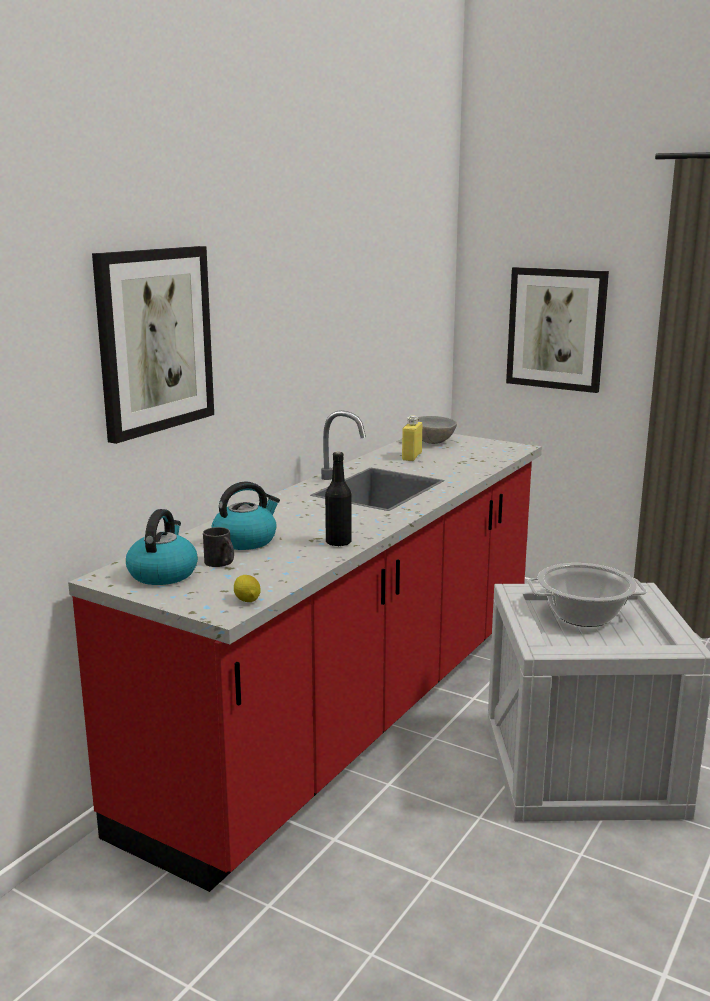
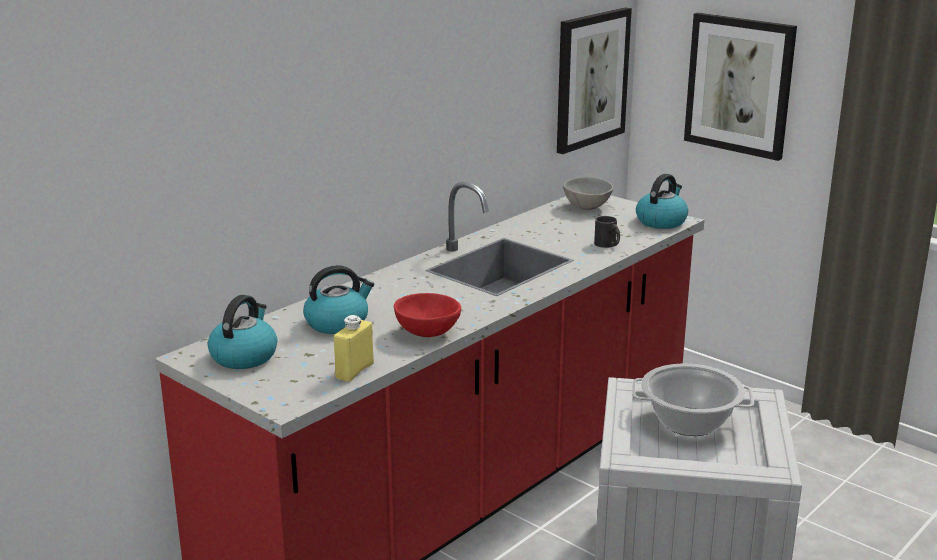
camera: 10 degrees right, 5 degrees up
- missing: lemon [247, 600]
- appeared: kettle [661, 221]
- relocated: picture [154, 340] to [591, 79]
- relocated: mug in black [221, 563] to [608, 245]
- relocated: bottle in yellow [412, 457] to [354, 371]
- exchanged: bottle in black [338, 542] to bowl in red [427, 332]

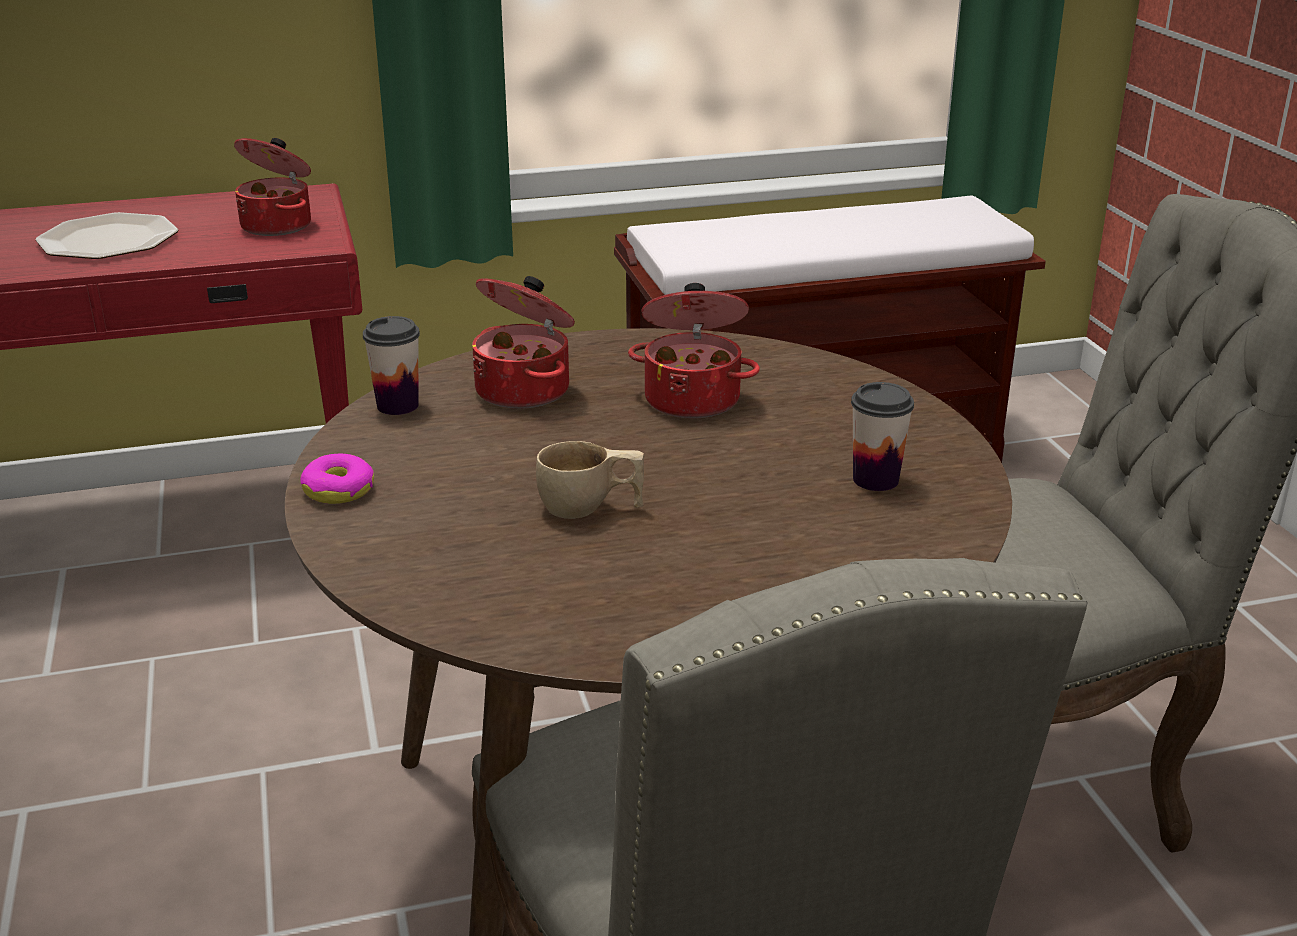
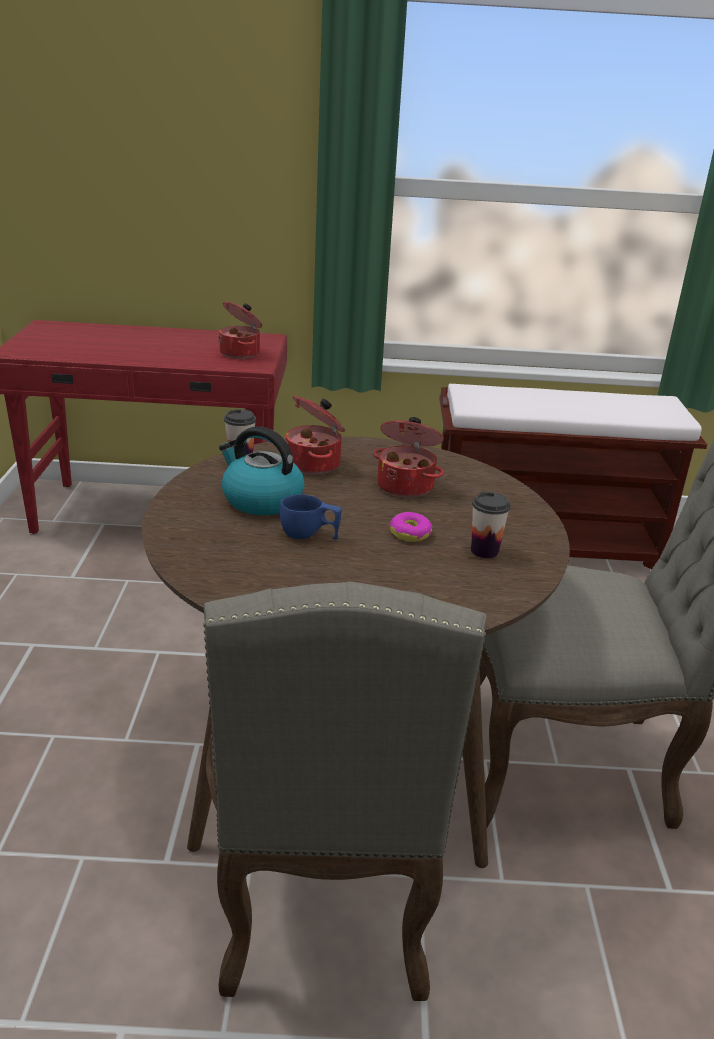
camera: 15 degrees right, 0 degrees up
- missing: plate [109, 239]
- appeared: kettle [261, 500]
- relocated: donut [339, 490] to [410, 533]
- colour: cup in beige [590, 508] to cup in blue [309, 535]

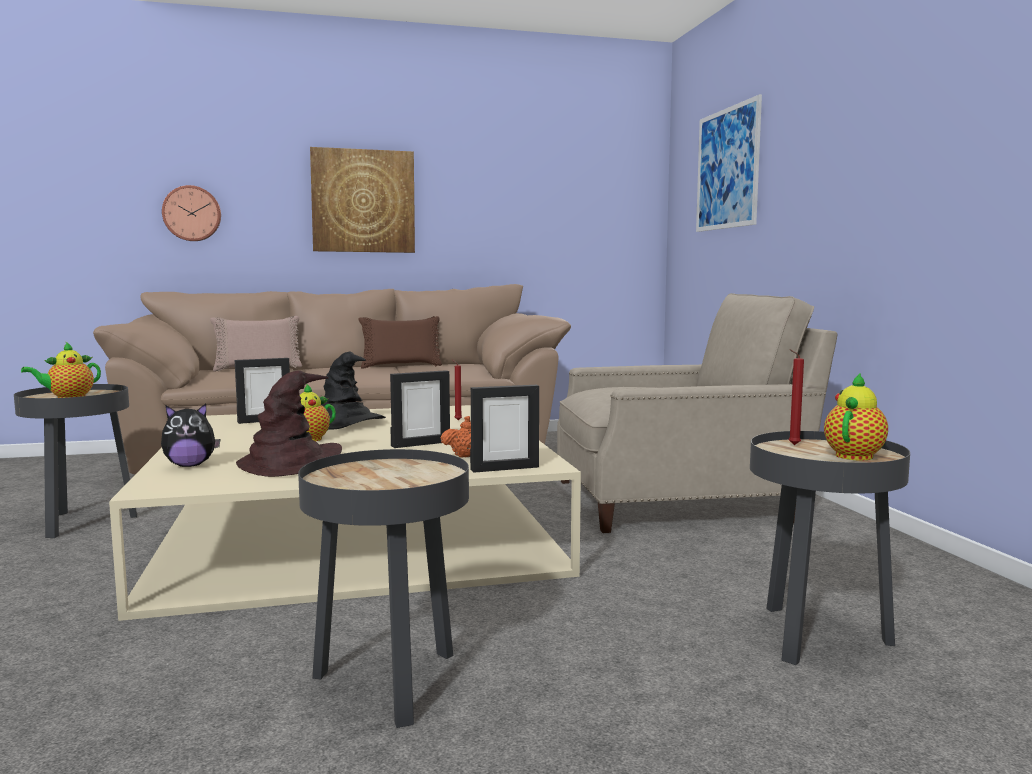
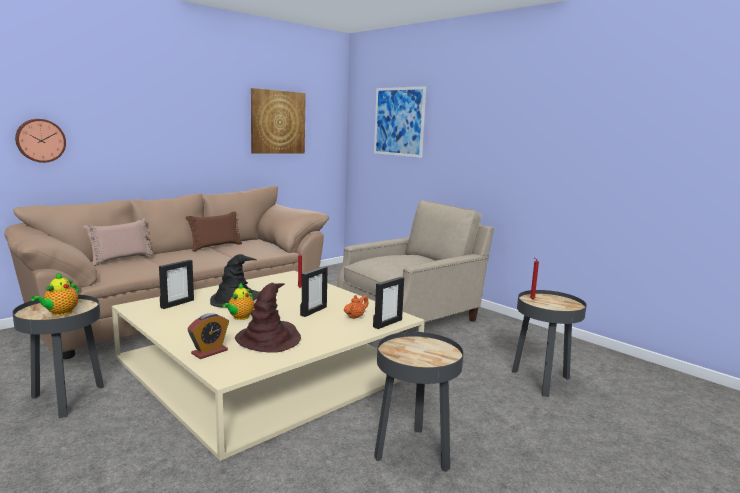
camera: 30 degrees left, 5 degrees up
- missing: teapot [855, 455]
- relocated: picture [363, 201] to [277, 122]
- exchanged: plush toy [190, 465] to alarm clock [209, 352]

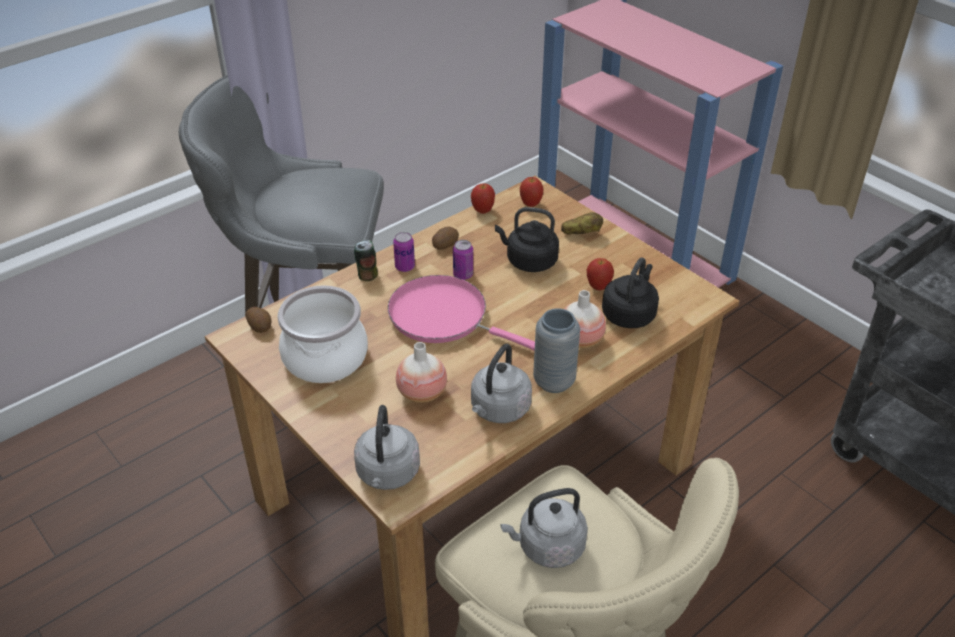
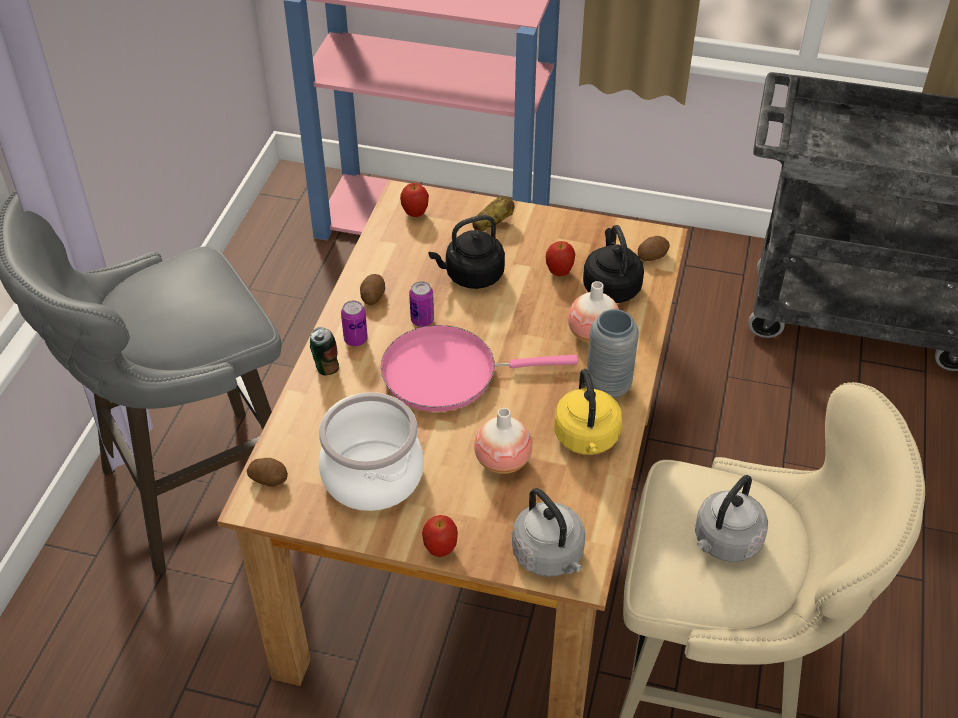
camera: 35 degrees left, 5 degrees up
- appeared: potato [651, 256]
- relocated: apple [482, 211] to [440, 549]
- colour: kettle in grey [498, 410] to kettle in yellow [587, 439]

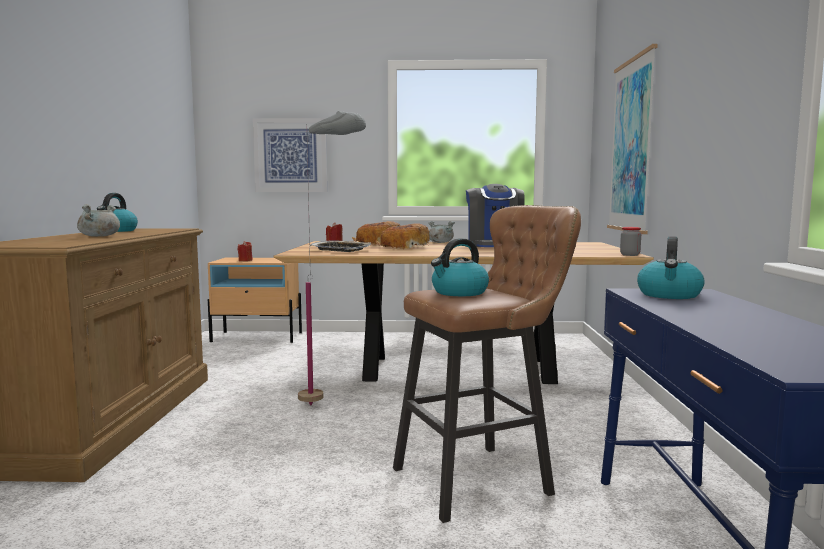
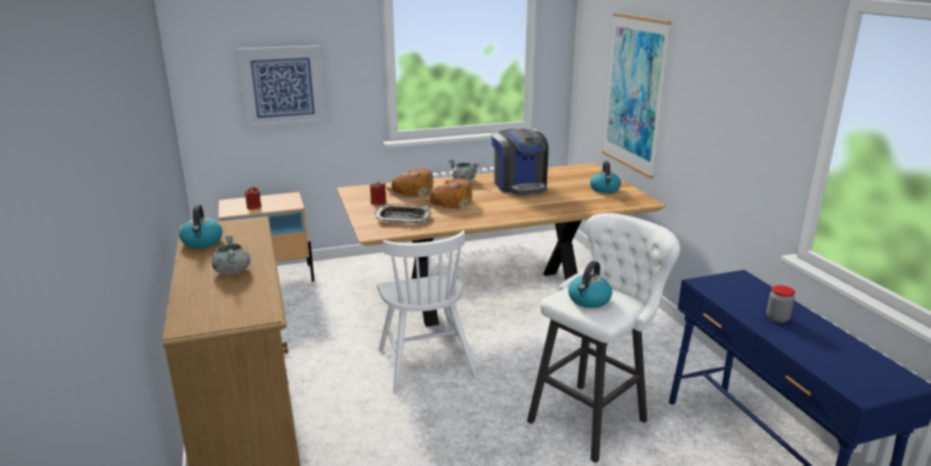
camera: 20 degrees left, 15 degrees up
- relocated: jar [630, 255] to [777, 318]
- relocated: kettle [669, 295] to [605, 189]
- exchanged: floor lamp in grey [333, 403] to chair in white [425, 360]
- colour: stool in brown [487, 477] to stool in white [595, 414]

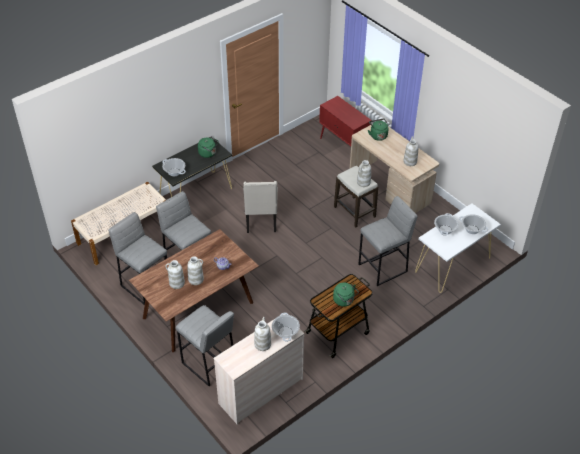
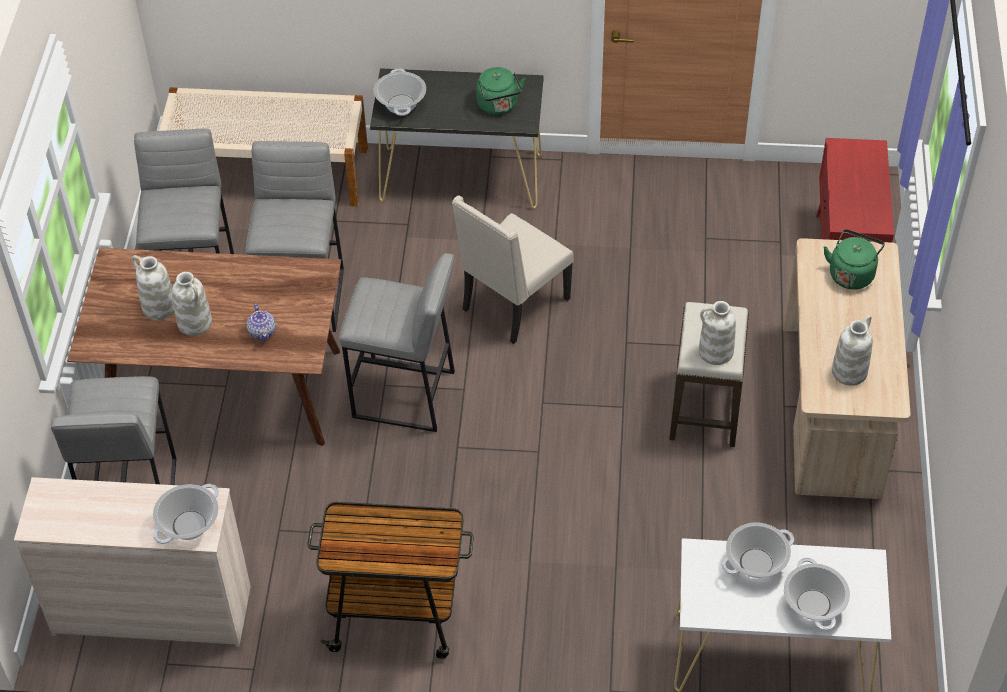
camera: 45 degrees right, 5 degrees up
- missing: vase in white [262, 344]
- missing: kettle in green [344, 301]
- relocated: stool in grey [383, 267] to [405, 395]

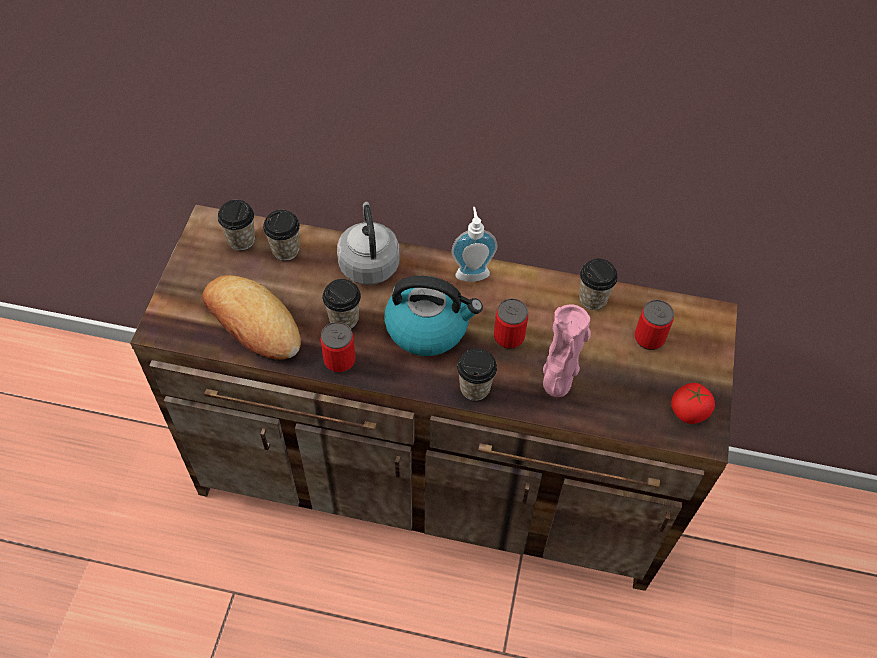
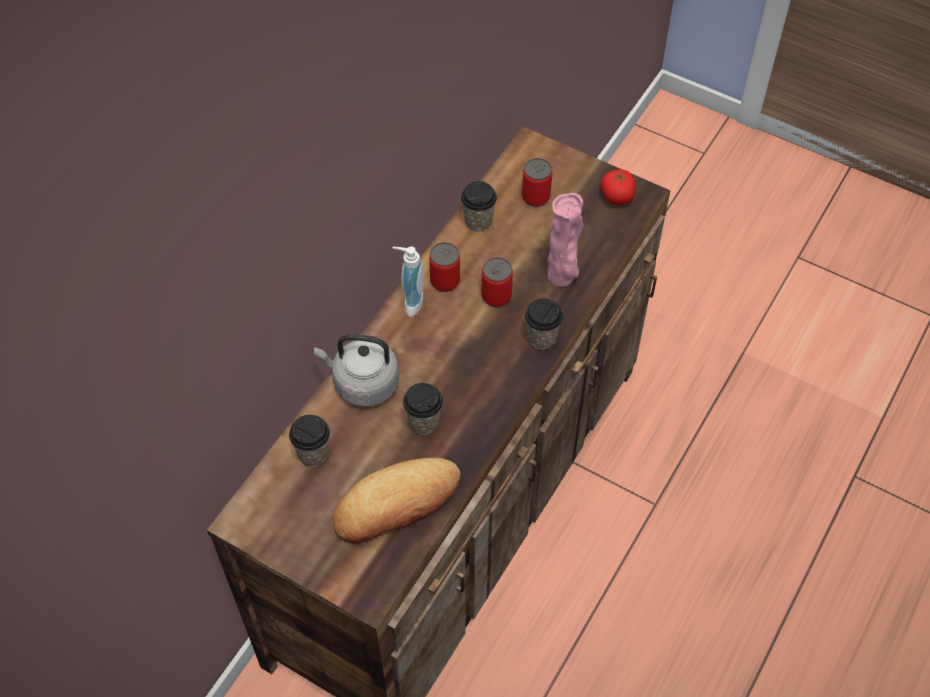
camera: 70 degrees left, 0 degrees up
- missing: cup [241, 240]
- missing: kettle [428, 327]
- relocated: can [339, 360] to [445, 281]

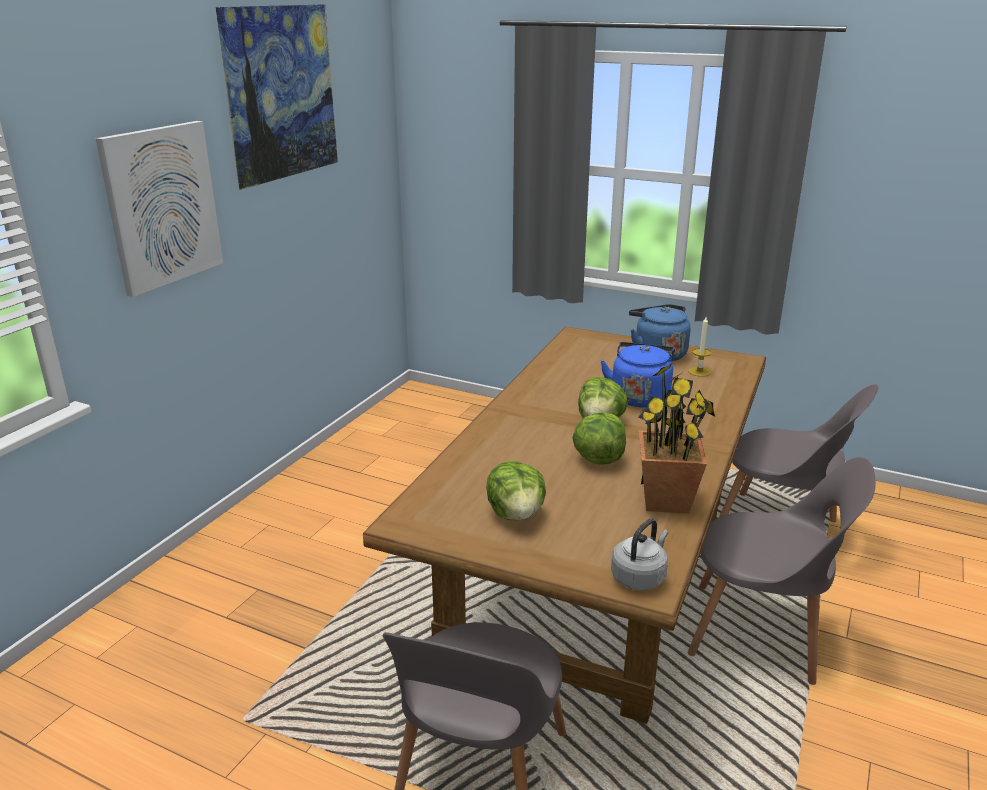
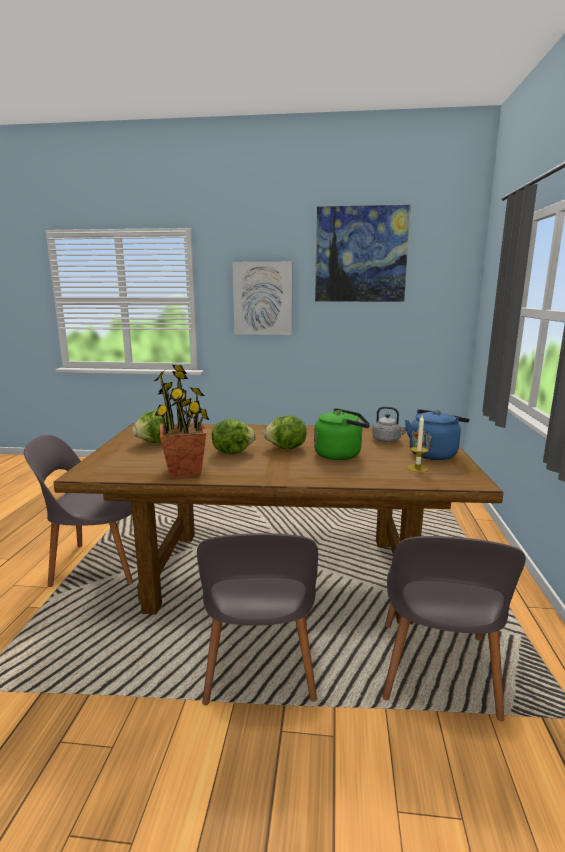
camera: 70 degrees right, 10 degrees down
- relocated: kettle in grey [639, 577] to [388, 440]
- colour: kettle in blue [639, 396] to kettle in green [340, 454]

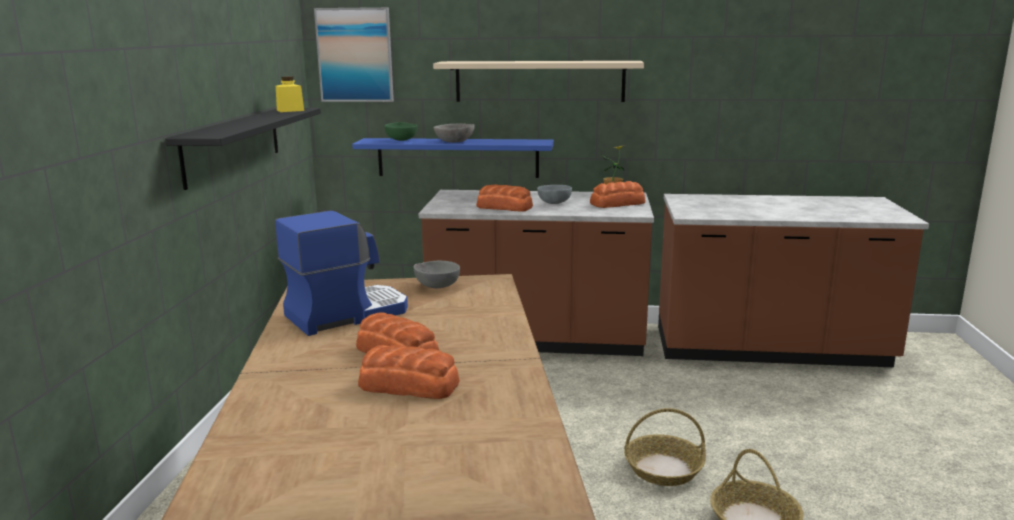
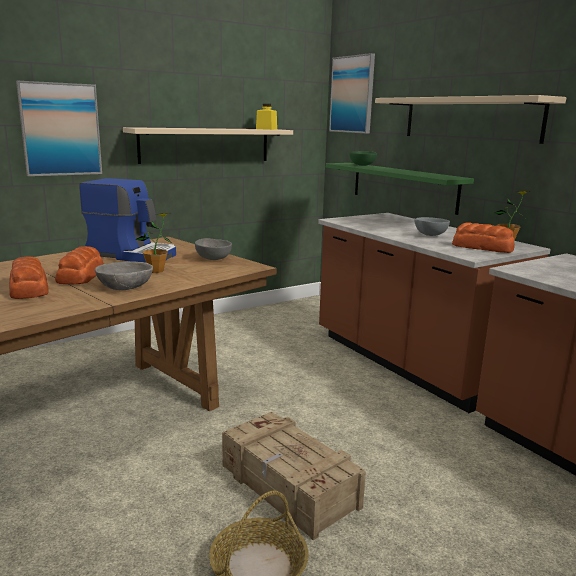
camera: 50 degrees right, 0 degrees up
- missing: bread [504, 207]
- appeared: picture [60, 129]
- appeared: potted plant [156, 271]
- relocated: bowl in grey [455, 141] to [125, 287]
- exchanged: basket [664, 469] to crate [288, 487]
- colour: shelf in black [233, 144] to shelf in beige [205, 145]
- colour: shelf in blue [457, 157] to shelf in green [403, 186]

